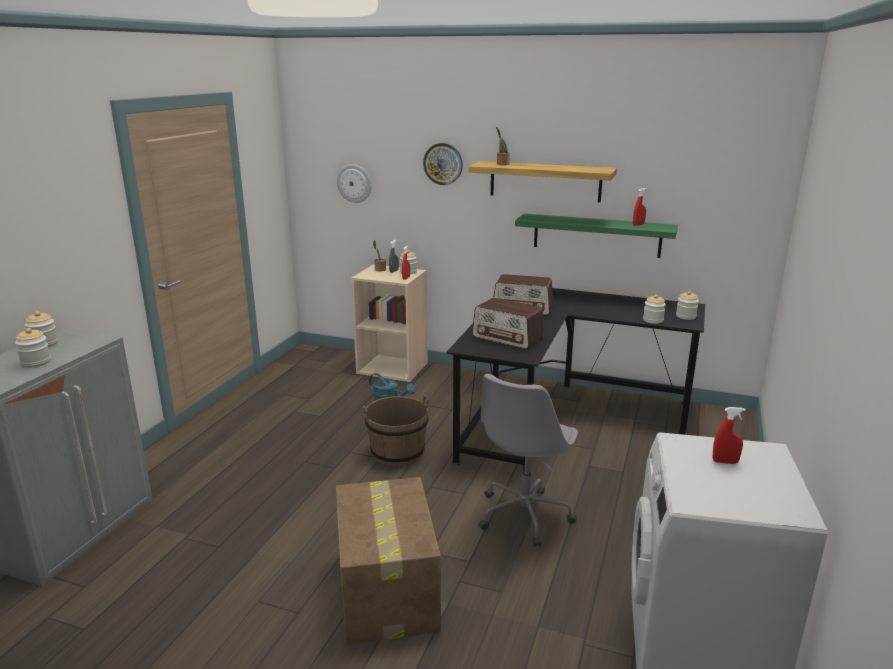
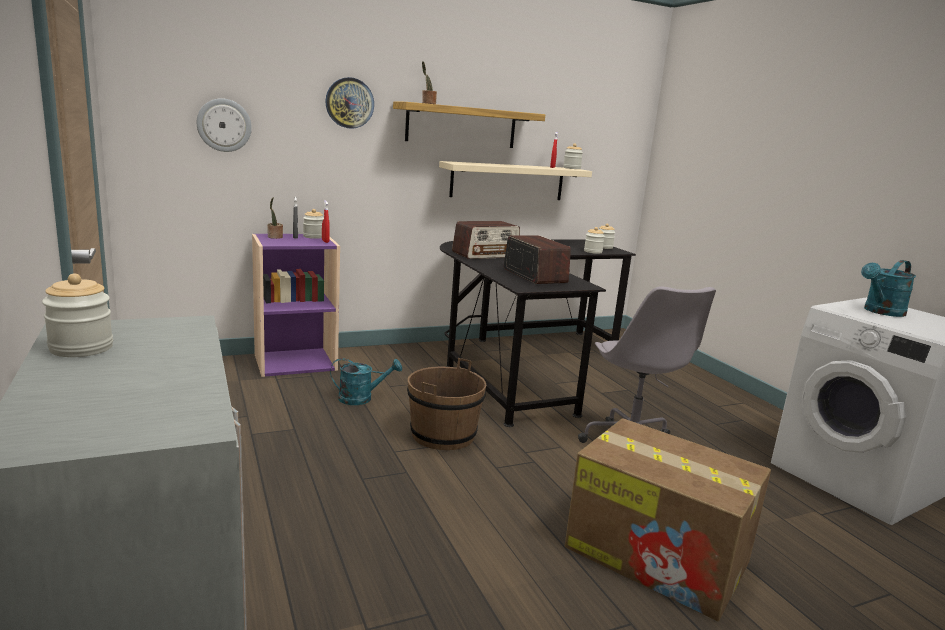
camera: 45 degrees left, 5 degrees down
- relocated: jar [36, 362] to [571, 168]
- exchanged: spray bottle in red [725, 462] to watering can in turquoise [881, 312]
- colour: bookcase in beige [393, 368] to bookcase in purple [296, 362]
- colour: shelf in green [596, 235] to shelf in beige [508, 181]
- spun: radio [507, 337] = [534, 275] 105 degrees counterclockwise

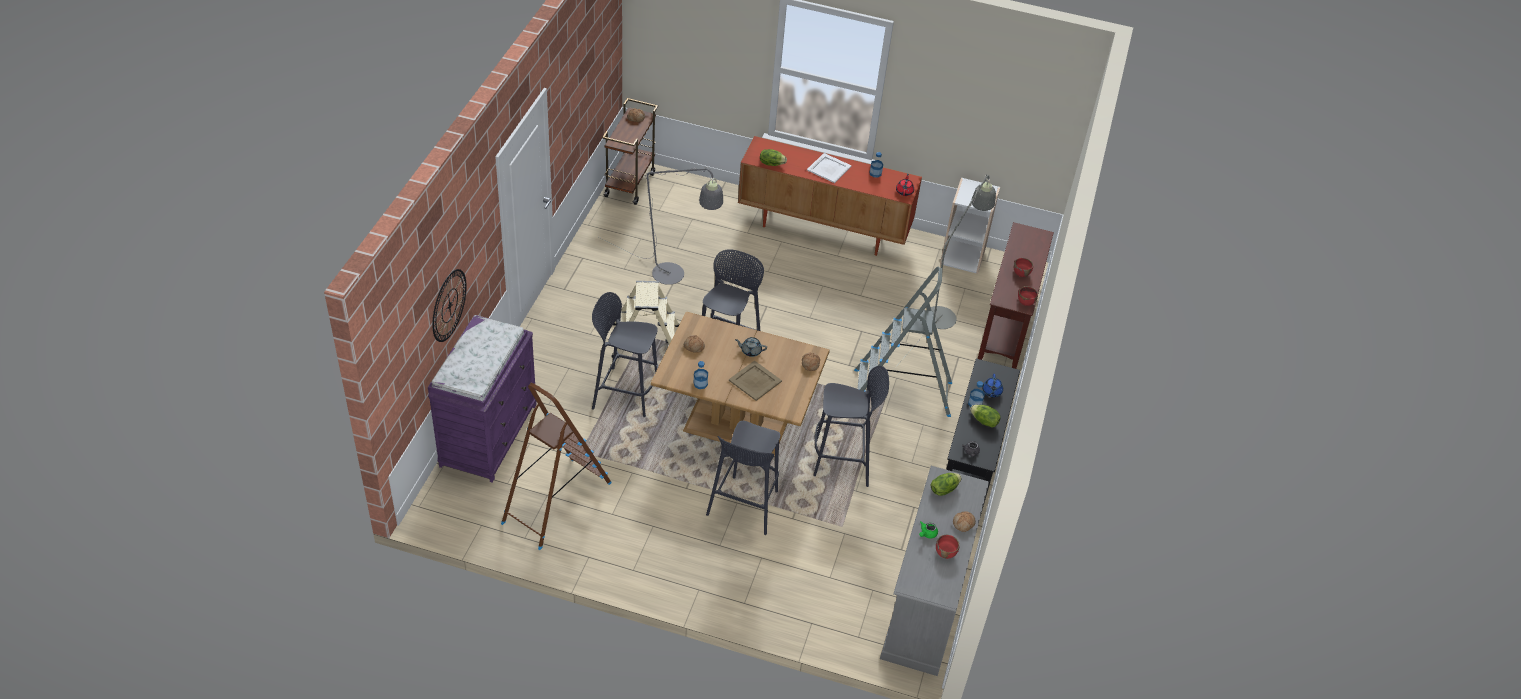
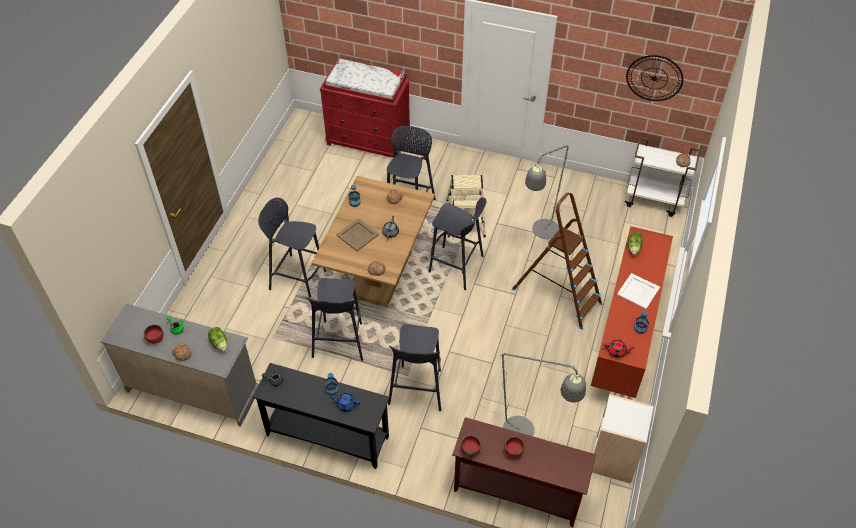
camera: 95 degrees right, 5 degrees up
- missing: lettuce [984, 421]
- relocated: wall clock [449, 305] to [654, 78]
- relocated: step ladder in brown [557, 502] to [557, 296]
- exchanged: step ladder in grey [901, 393] to stool in grey [417, 389]
- colour: dresser in purple [489, 434] to dresser in red [368, 140]
- colour: cart in brown [630, 184] to cart in white [654, 202]

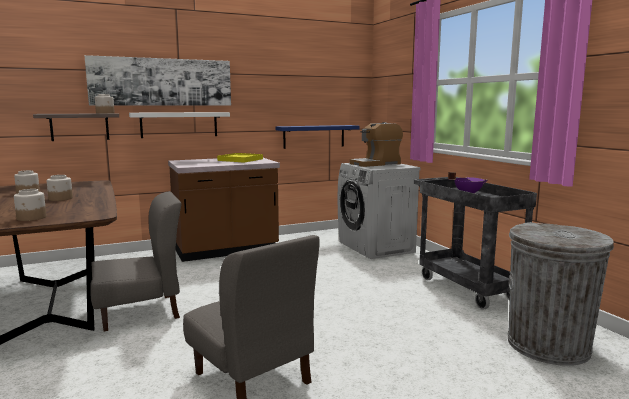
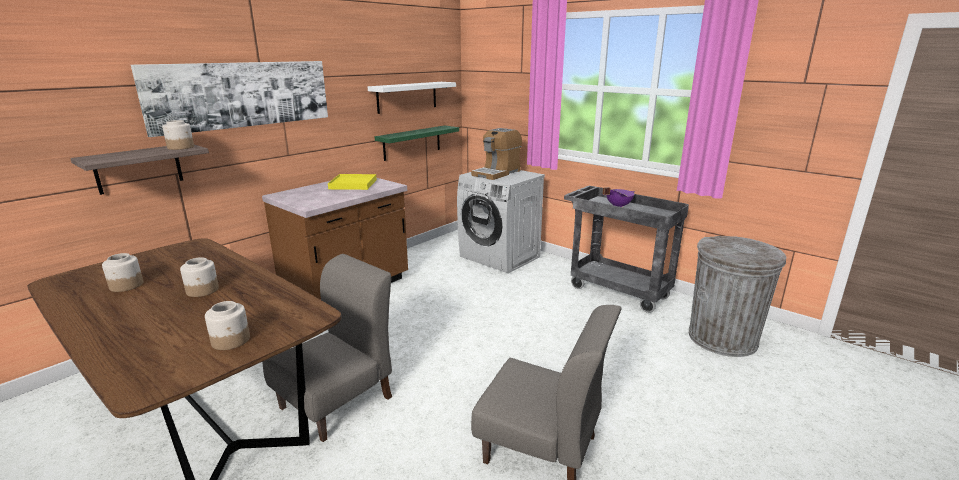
camera: 25 degrees left, 10 degrees up
- relocated: shelf in white [179, 124] to [407, 97]
- colour: shelf in blue [314, 136] to shelf in green [412, 142]

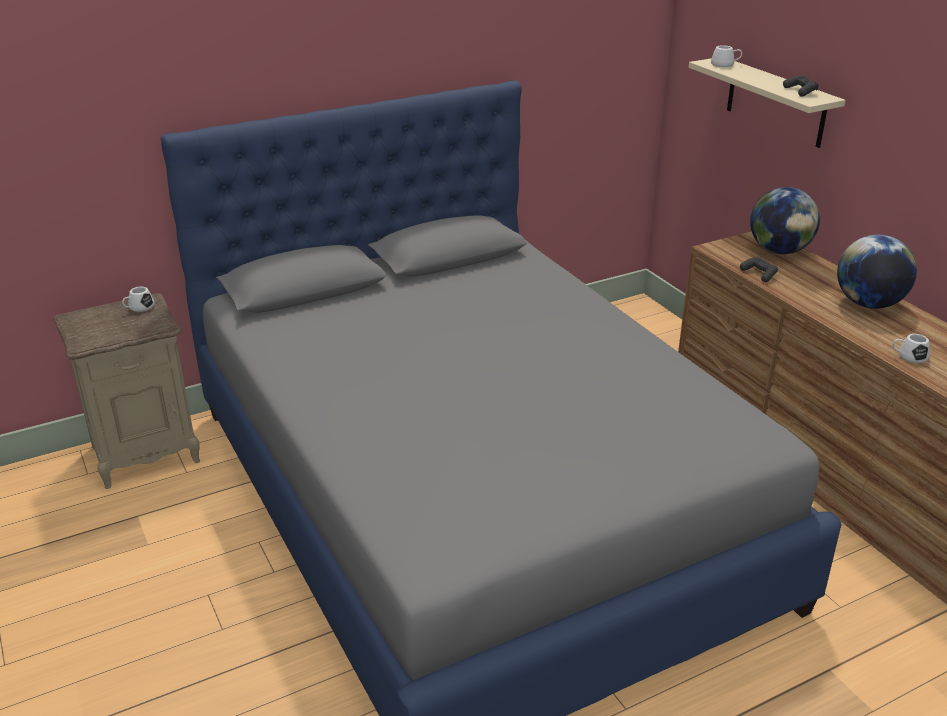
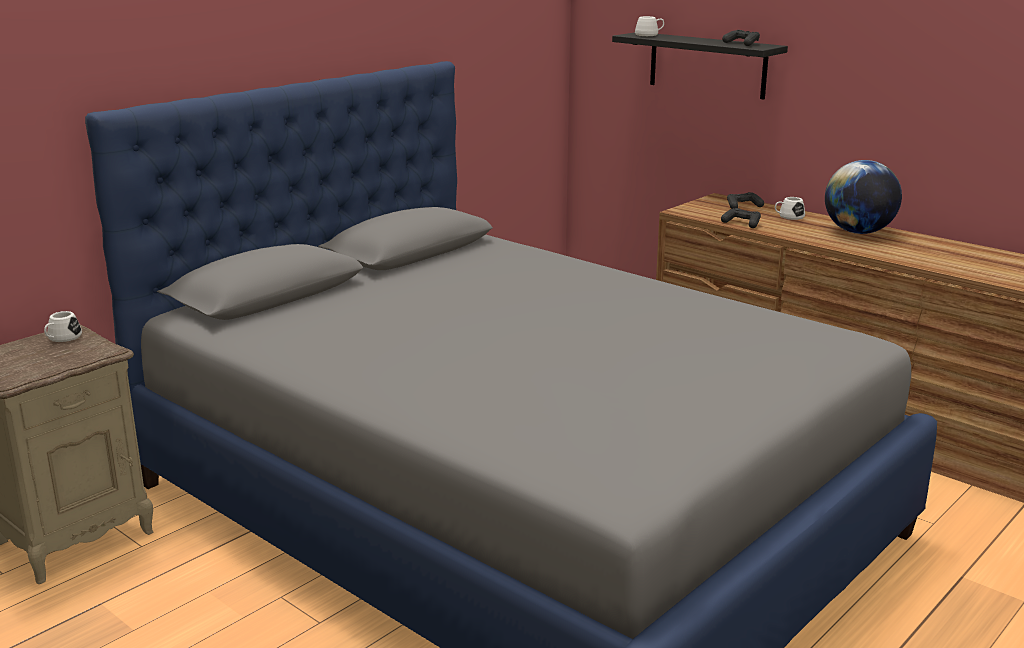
camera: 20 degrees left, 10 degrees down
- relocated: mug in white [908, 356] to [788, 217]
- exchanged: globe [779, 251] to game controller in black [743, 206]
- colour: shelf in beige [775, 102] to shelf in black [707, 65]

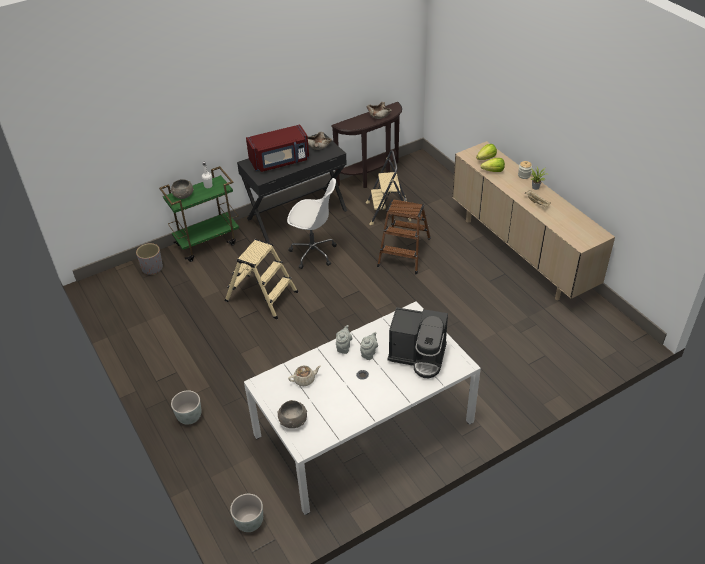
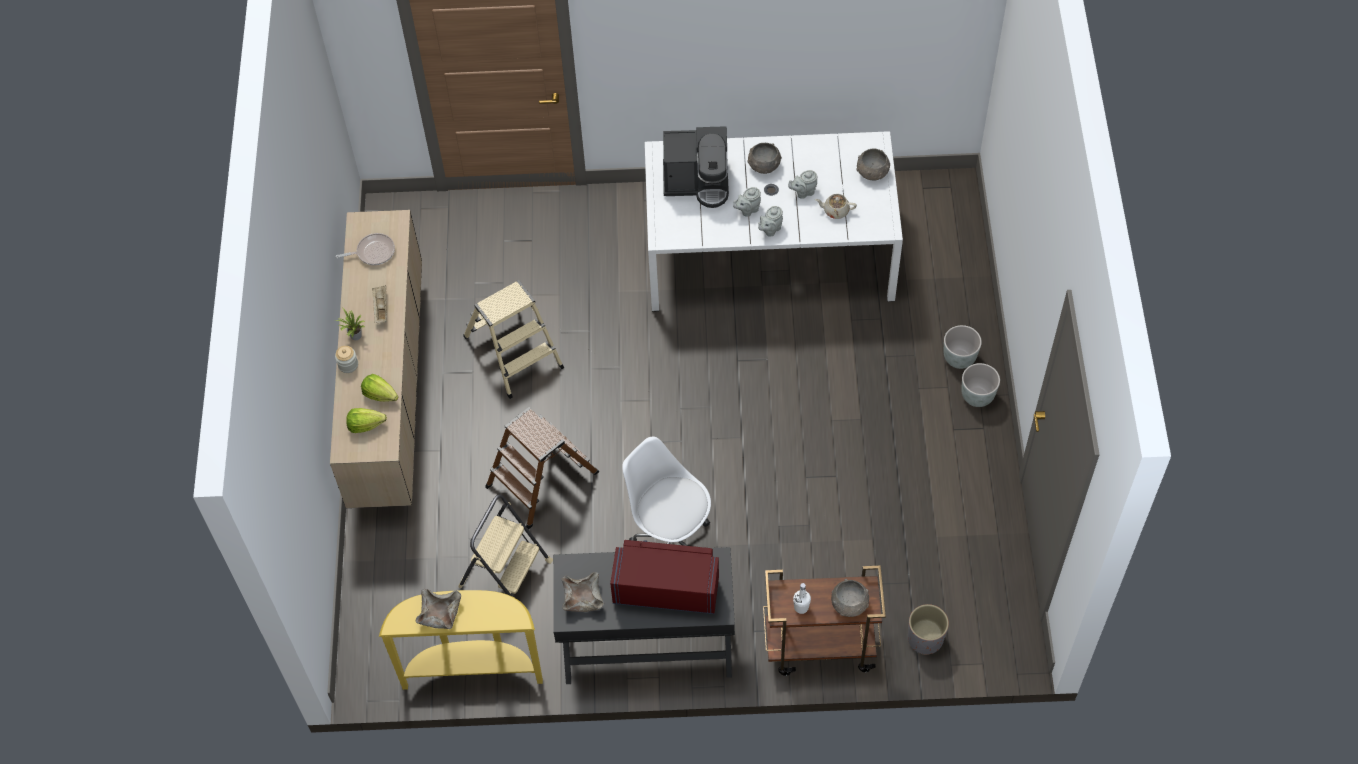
camera: 150 degrees left, 15 degrees up
- appeared: frying pan [373, 252]
- appeared: bowl in grey [763, 165]
- appeared: teapot in grey [803, 192]
- relocated: step ladder in beige [261, 296] to [513, 351]
- relocated: planter in grey [249, 522] to [978, 396]
- colour: cart in green [208, 244] to cart in brown [818, 648]
- colour: console table in brown [372, 177] to console table in yellow [472, 669]
- spun: coffee machine [418, 356] = [698, 182] 135 degrees clockwise

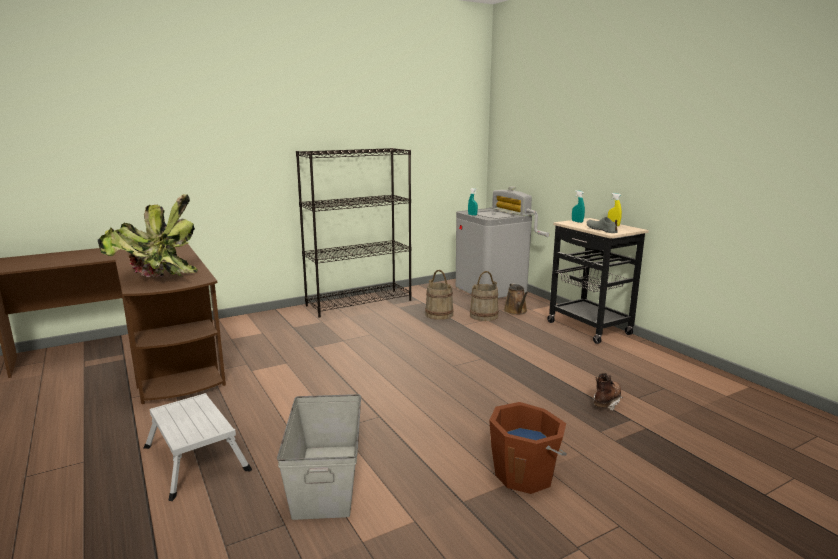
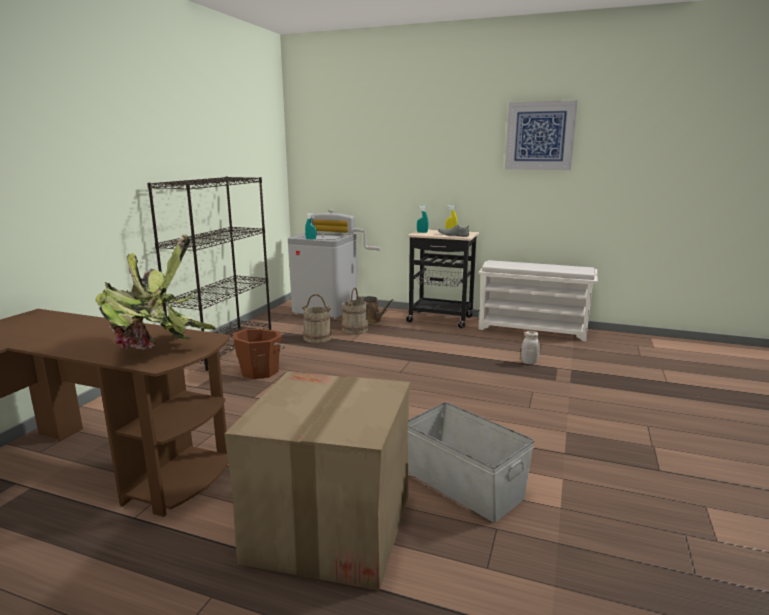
camera: 40 degrees left, 0 degrees up
- appeared: shoe rack in white [533, 329]
- appeared: picture [540, 136]
- relocated: bucket in brown [525, 474] to [260, 371]
- exchanged: step ladder in white [195, 458] to cardboard box [329, 528]
- exchanged: boot in brown [606, 402] to jar in white [529, 362]

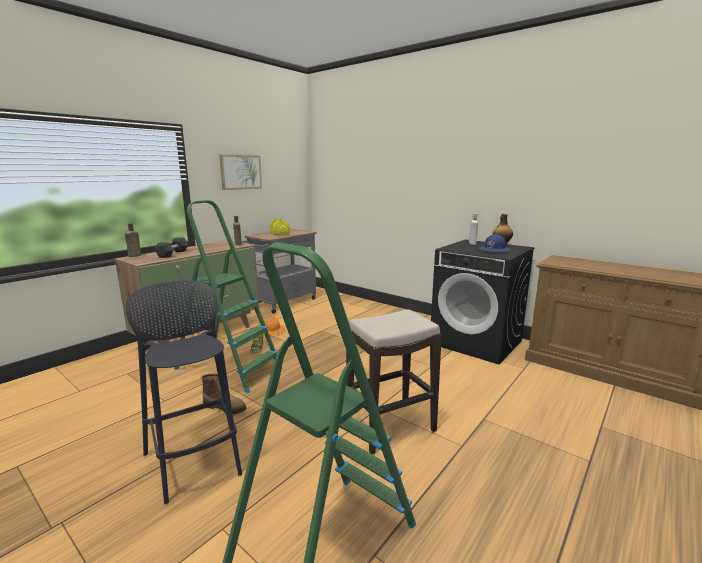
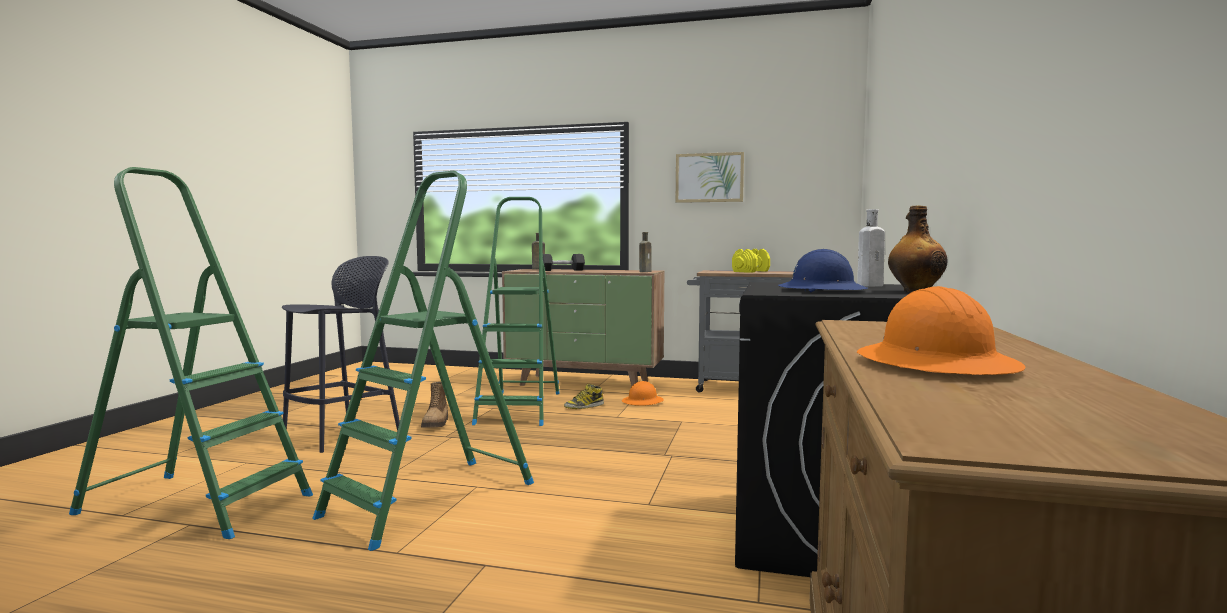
camera: 65 degrees right, 10 degrees down
- appeared: hard hat in orange [936, 364]
- exchanged: stool [390, 427] to step ladder in green [429, 500]

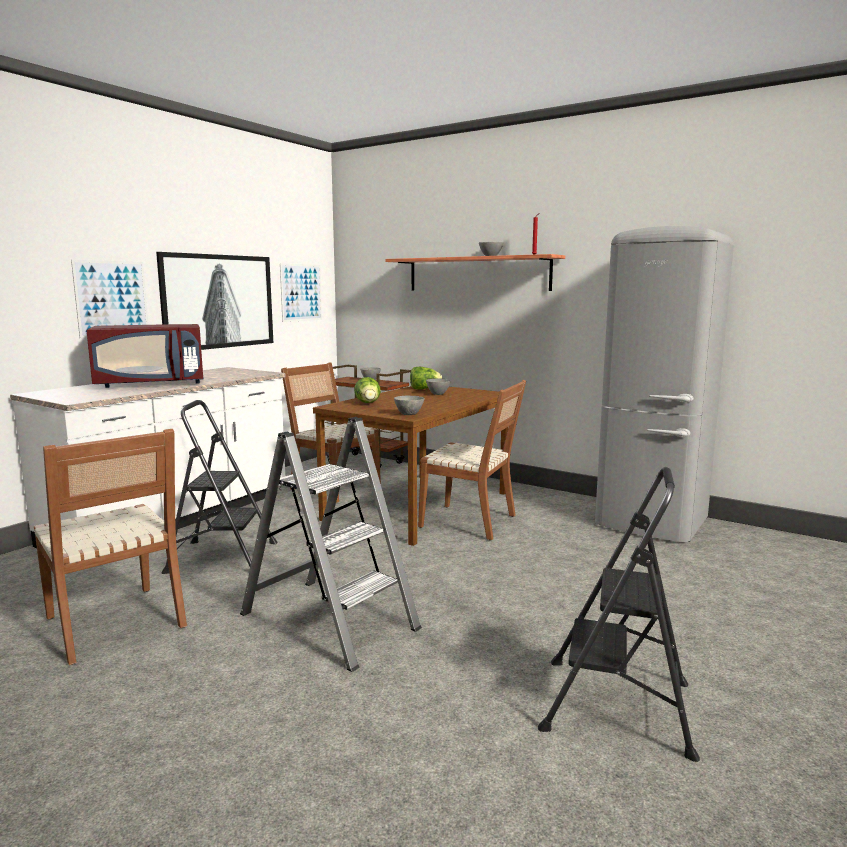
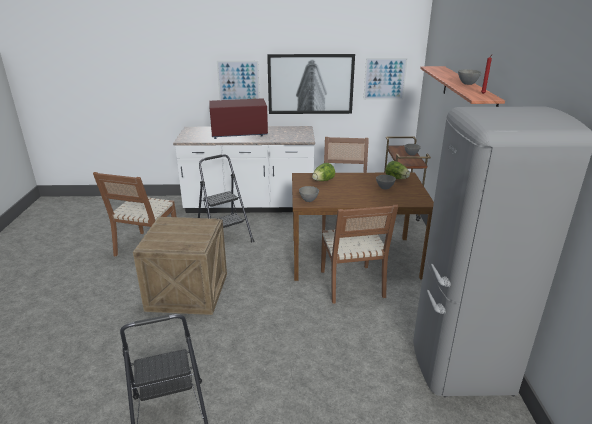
camera: 55 degrees right, 15 degrees up
- exchanged: step ladder in grey [327, 619] to crate [188, 293]
- spun: microwave in red [152, 383] = [238, 134] 135 degrees clockwise

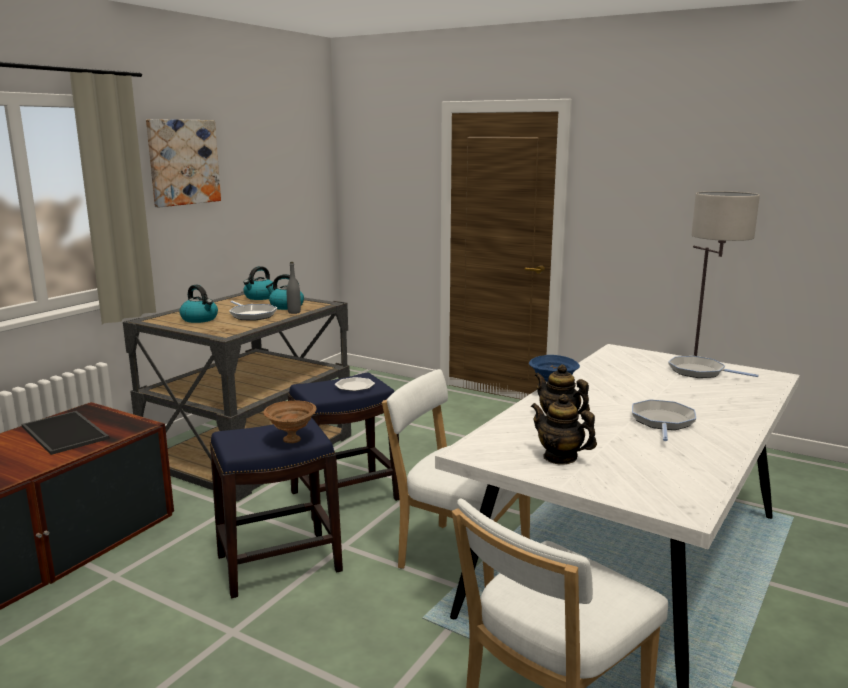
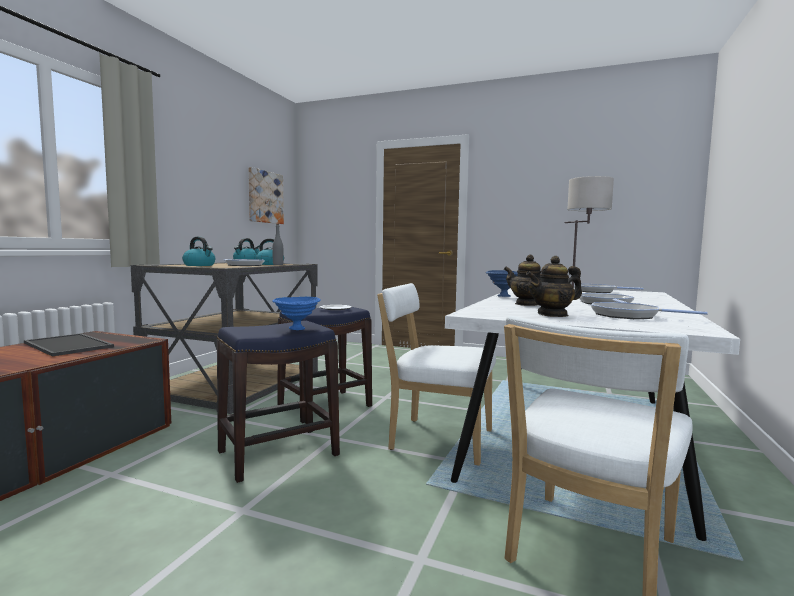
camera: 10 degrees left, 10 degrees down
- appeared: frying pan [629, 315]
- relocated: picture [183, 162] to [265, 197]
- colour: bowl in brown [292, 440] to bowl in blue [297, 329]
- spun: teapot [560, 457] = [552, 314] 45 degrees counterclockwise

